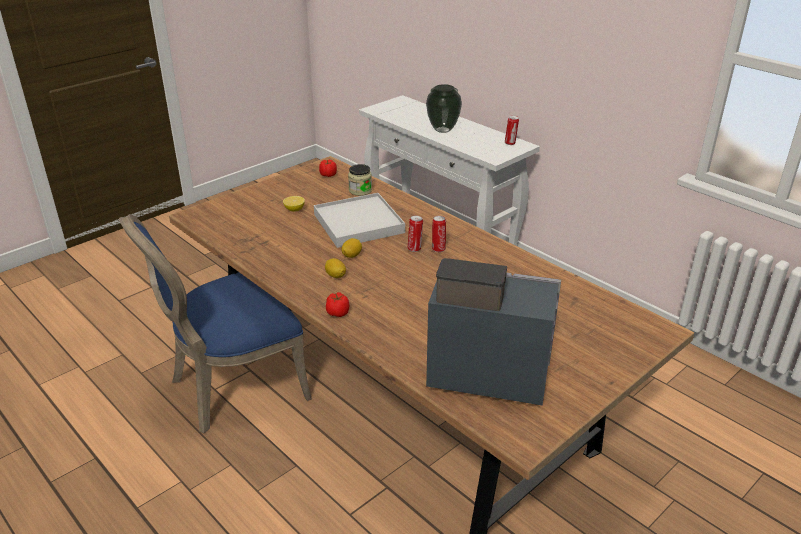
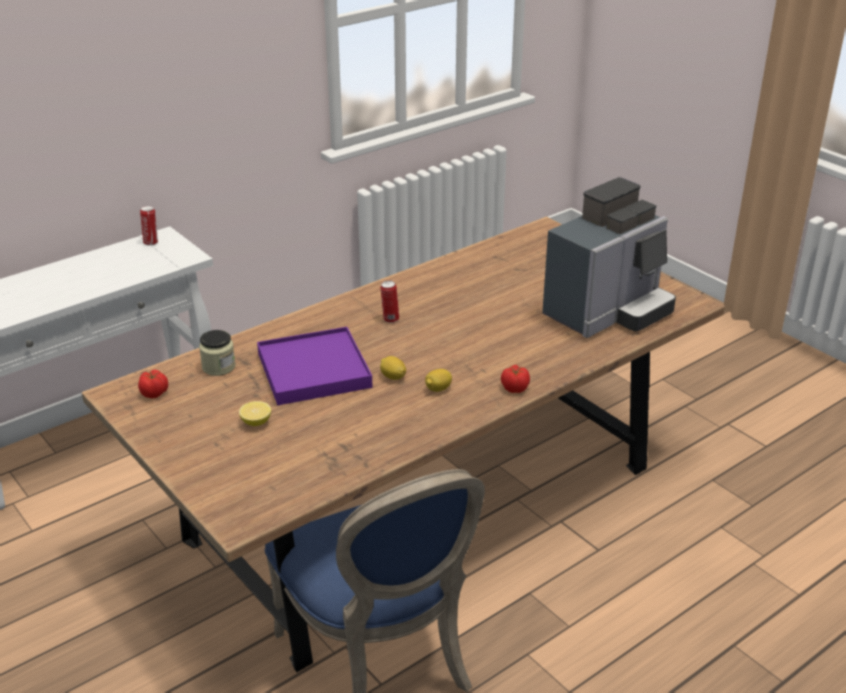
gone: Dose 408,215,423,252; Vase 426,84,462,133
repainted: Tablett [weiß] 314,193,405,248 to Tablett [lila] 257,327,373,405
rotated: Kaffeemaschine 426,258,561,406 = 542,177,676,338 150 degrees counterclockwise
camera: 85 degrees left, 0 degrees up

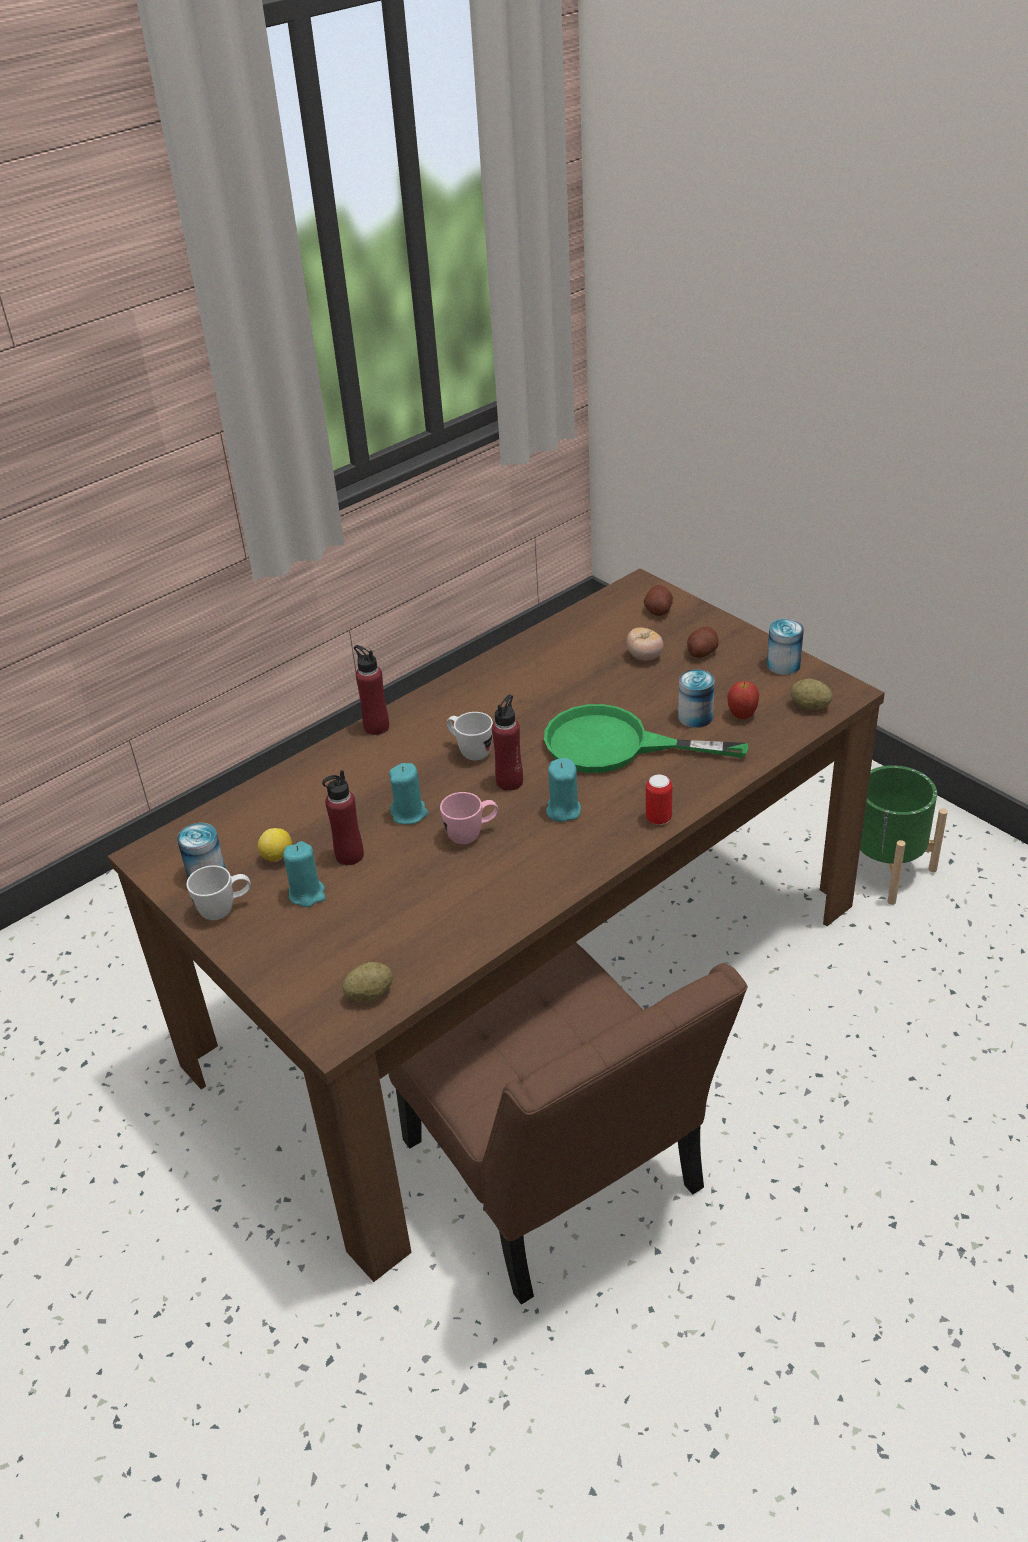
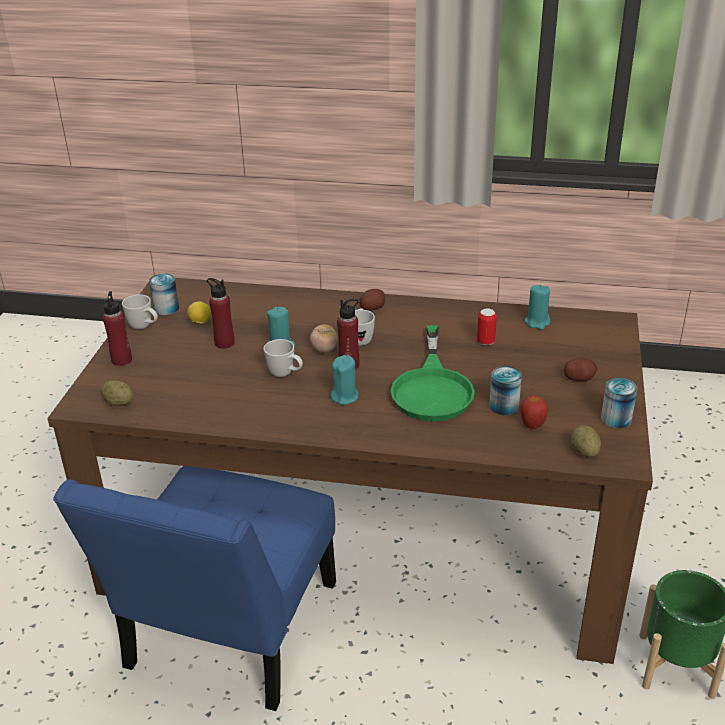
shifted: Kerze [türkis] 283,841,326,907 to 525,285,550,330; Flasche [rot] 354,645,389,735 to 103,291,132,366; Tomate 626,627,664,660 to 310,324,338,353; Kartoffel 644,585,673,616 to 359,289,385,311; Dose 646,775,673,825 to 477,308,497,345
repainted: Stuhl [braun] 388,942,748,1305 to Stuhl [blau] 53,466,336,711; Henkelbecher [rosa] 440,792,498,844 to Henkelbecher [weiß] 264,339,303,377
rotated: Pfanne [grün] 544,704,748,773 = 391,325,475,422 150 degrees counterclockwise
camera: 50 degrees right, 5 degrees down

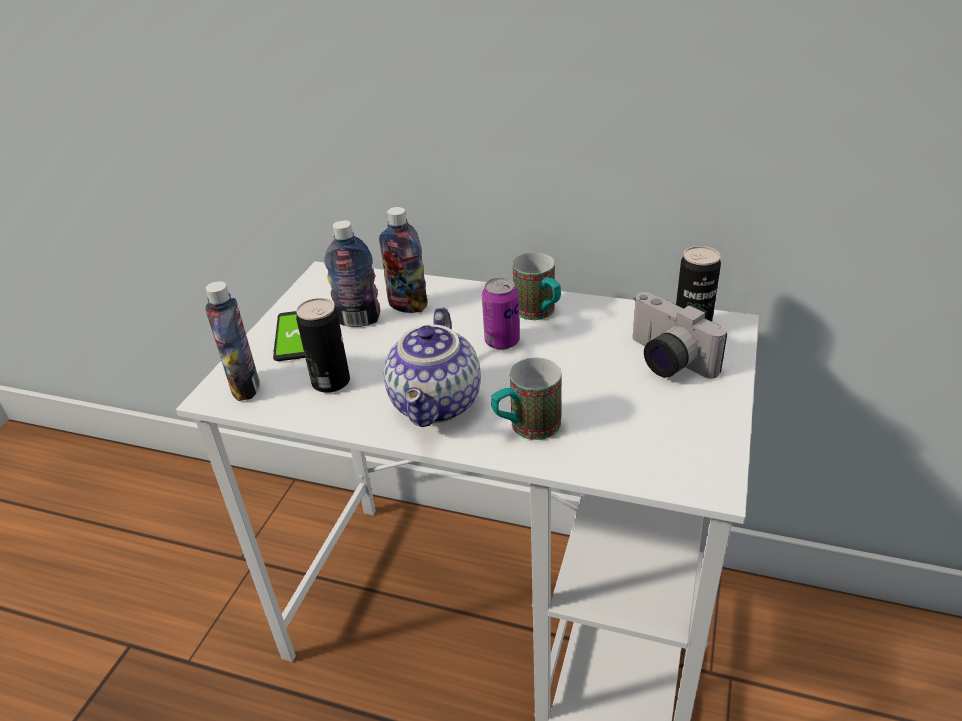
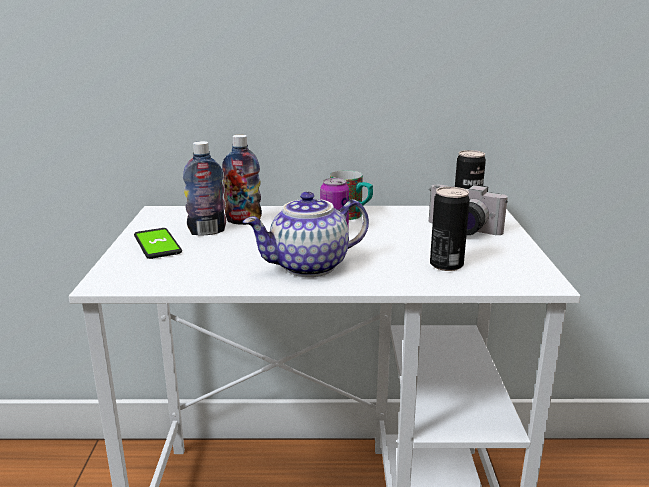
gone: Flasche 205,281,260,401; Henkelbecher 491,358,562,440
shifted: Dose 296,298,350,393 to 430,187,470,271
rotated: Teekanne 384,307,481,427 = 243,192,369,277 75 degrees clockwise
camera: 20 degrees left, 15 degrees down

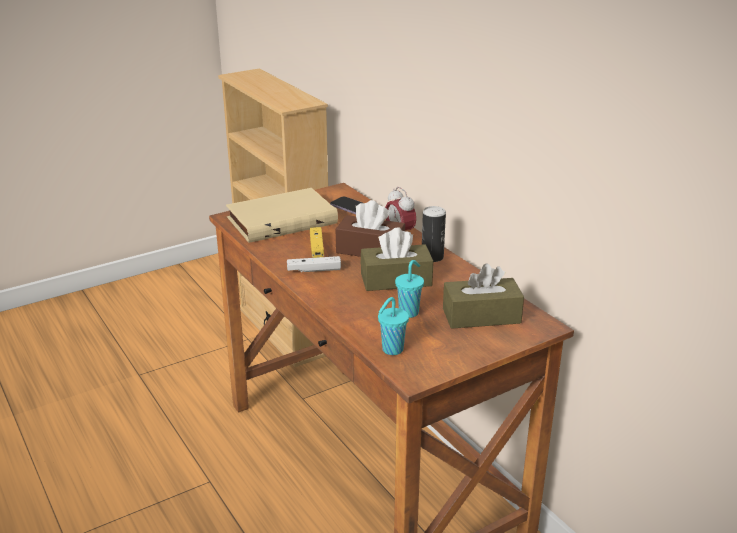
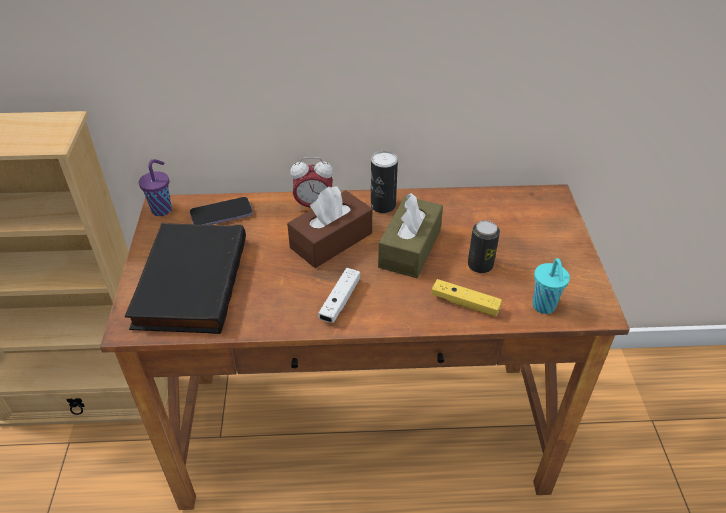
gone: Taschentuchbox [braun] 443,263,524,329
new: Tasse [lila] 139,159,172,216
shifted: Gamepad [gelb] 310,227,324,258 to 431,279,502,317
swapped: Tasse [türkis] 395,260,424,318 to Dose 468,220,500,273
repainted: Buch [beige] 226,188,338,243 to Buch [schwarz] 125,223,246,334
camera: 60 degrees left, 15 degrees up

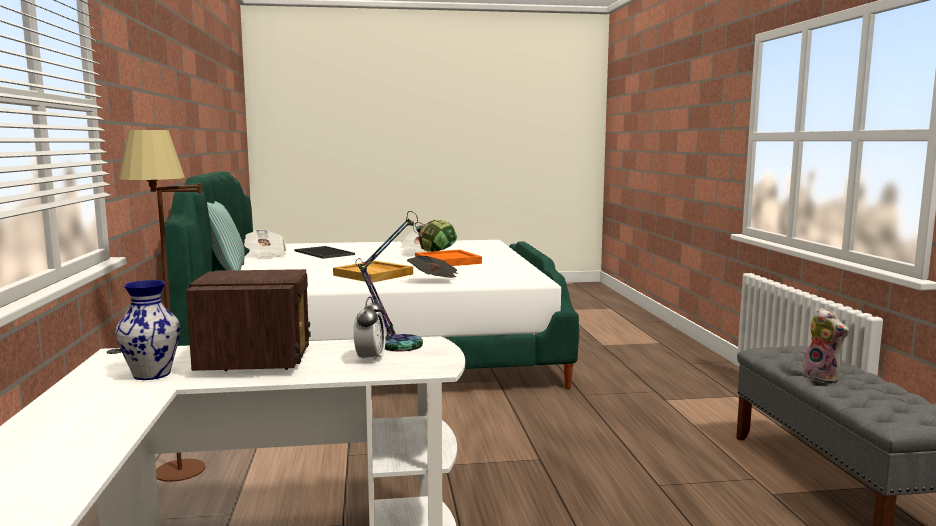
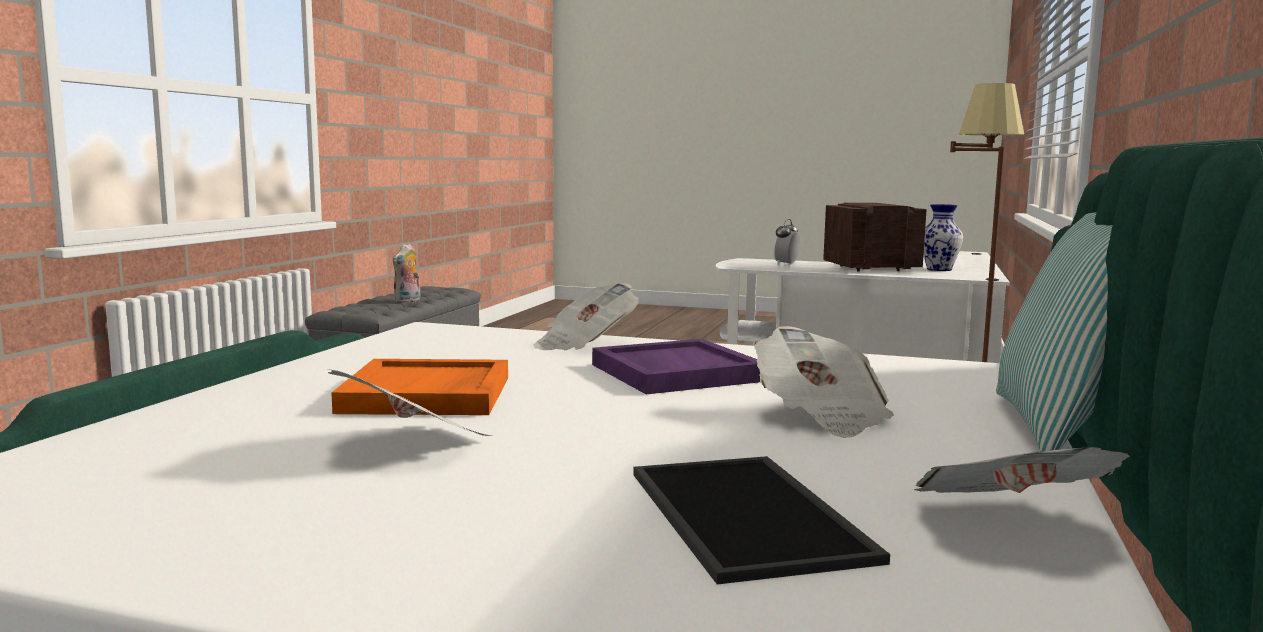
gone: Tischlampe 356,211,457,352
new: Zeitung 754,326,894,438
repainted: Tablett [beige] 333,261,413,283 to Tablett [lila] 592,339,760,394
rotated: Radio 186,269,311,371 = 823,203,927,272 60 degrees clockwise; Plüschtier 802,308,849,383 = 393,243,421,303 150 degrees counterclockwise
camera: 155 degrees left, 0 degrees up

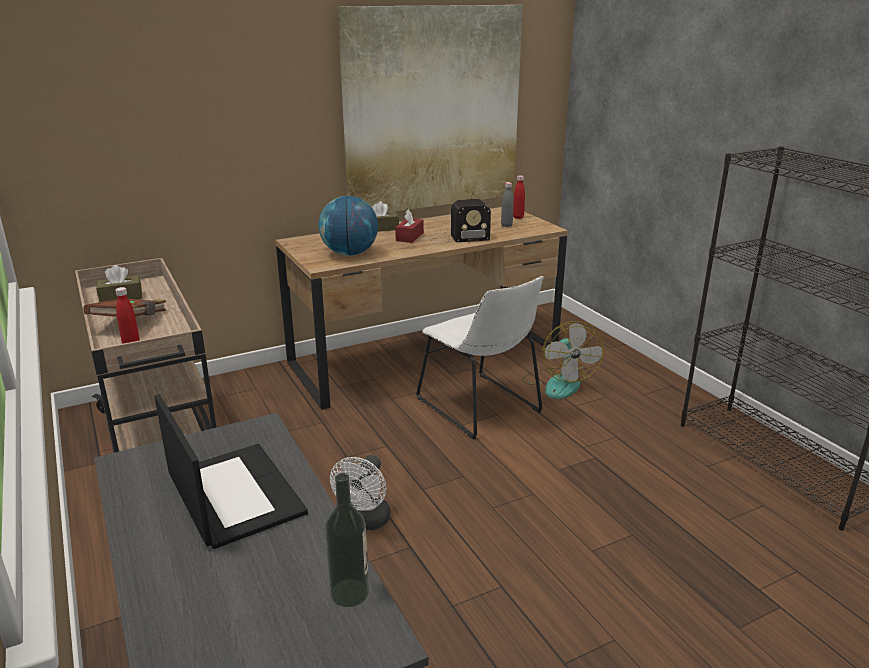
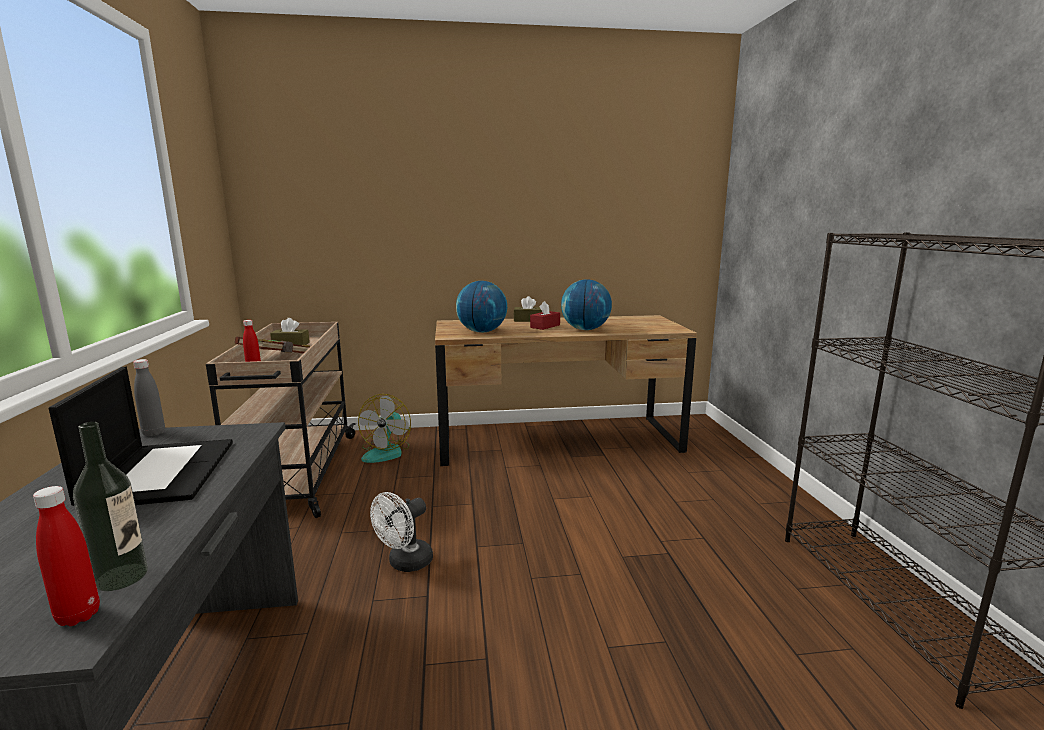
gone: Bild 338,5,523,212; Stuhl [weiß] 416,276,544,440
shifted: Flasche [grau] 501,182,514,227 to 133,359,165,436; Flasche [rot] 513,175,525,219 to 33,486,100,626; Ventilator 522,321,604,399 to 358,394,411,463
swapped: Radio 429,199,491,244 to Globus 561,279,612,330
camera: 20 degrees right, 10 degrees down

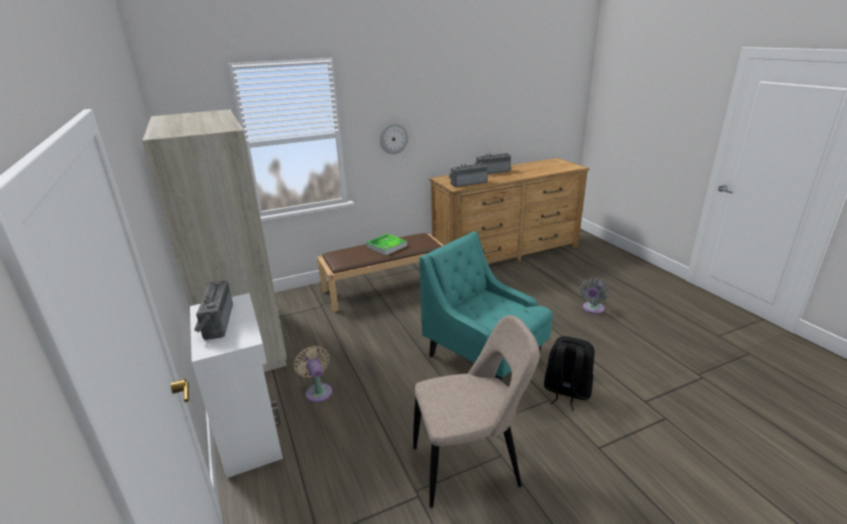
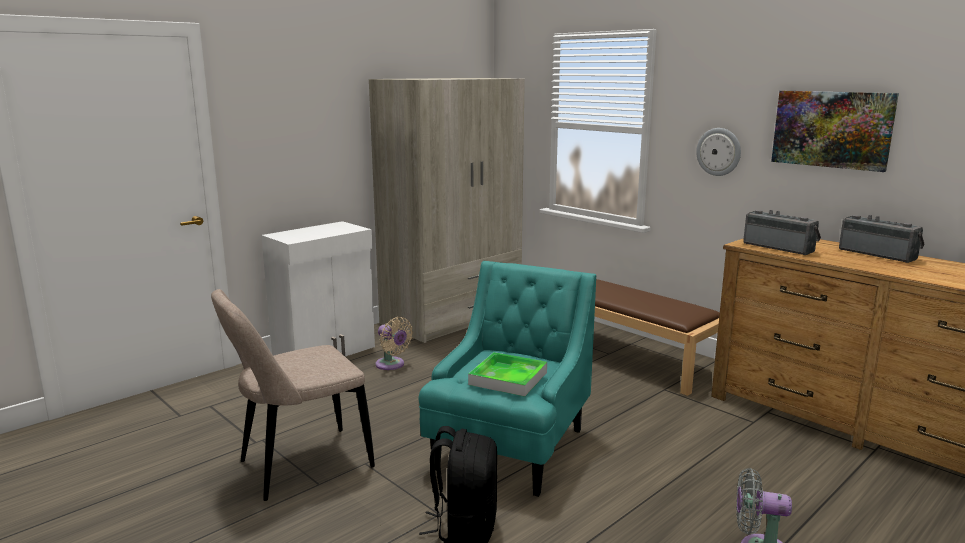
gone: Radio 194,281,233,340
new: Bild 771,91,899,172
shifted: Tablett 366,234,407,255 to 468,352,547,397
rotated: Ventilator [beige] 294,346,332,402 = 375,317,413,370 90 degrees clockwise; Stuhl [beige] 413,315,540,508 = 211,289,375,501 90 degrees clockwise
camera: 70 degrees right, 10 degrees down

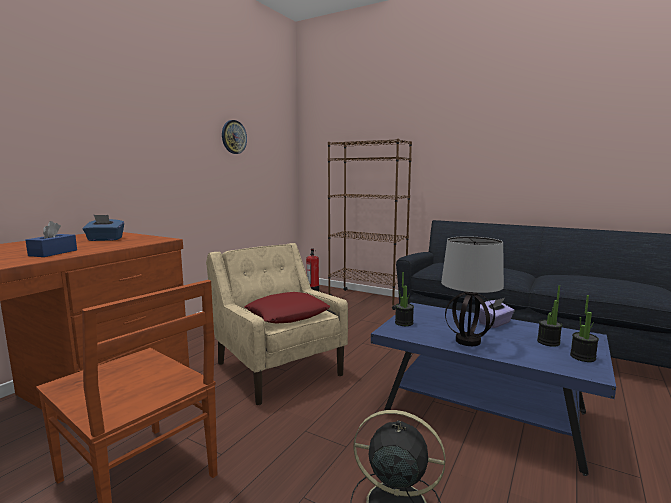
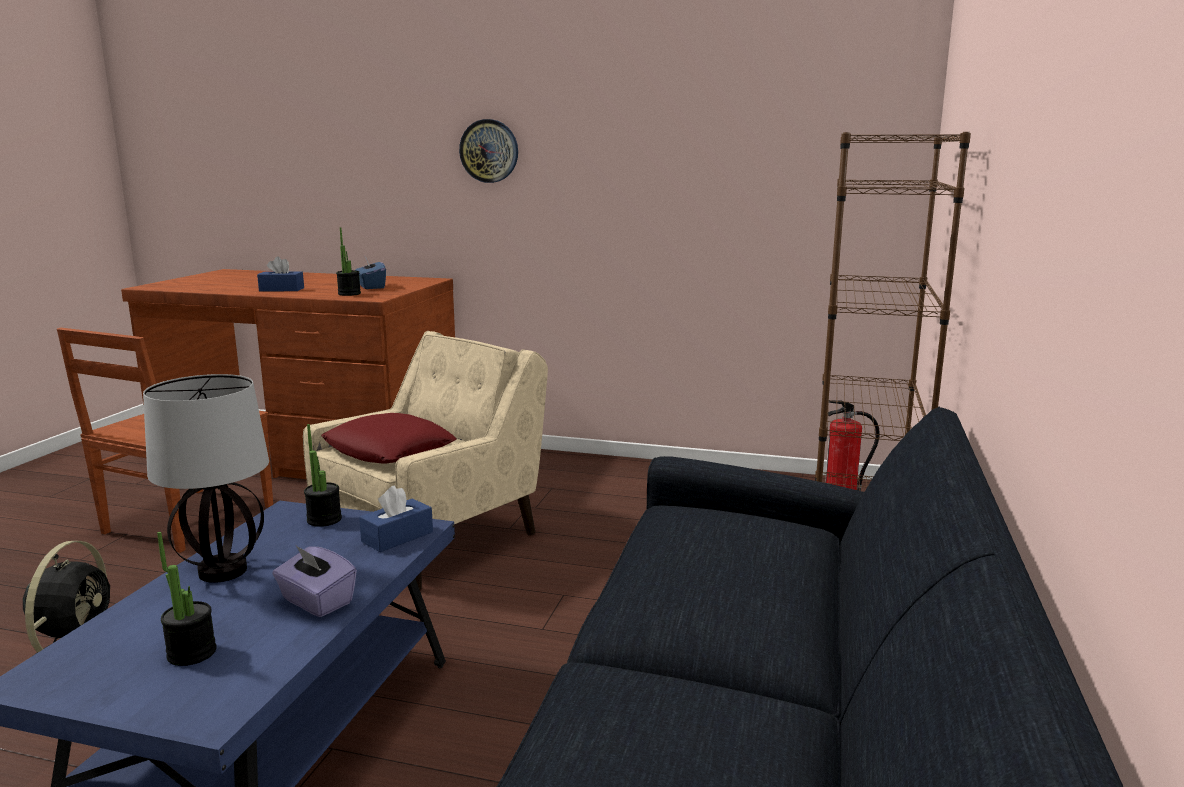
new: Taschentuchbox [blau] 359,485,433,552
shifted: Wanduhr 222,120,247,154 to 459,119,518,183; Topfpflanze 570,295,599,362 to 336,227,361,296
camera: 75 degrees right, 5 degrees up

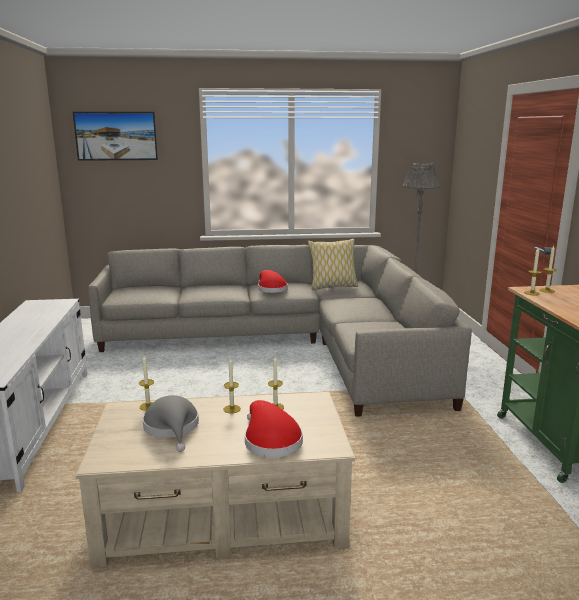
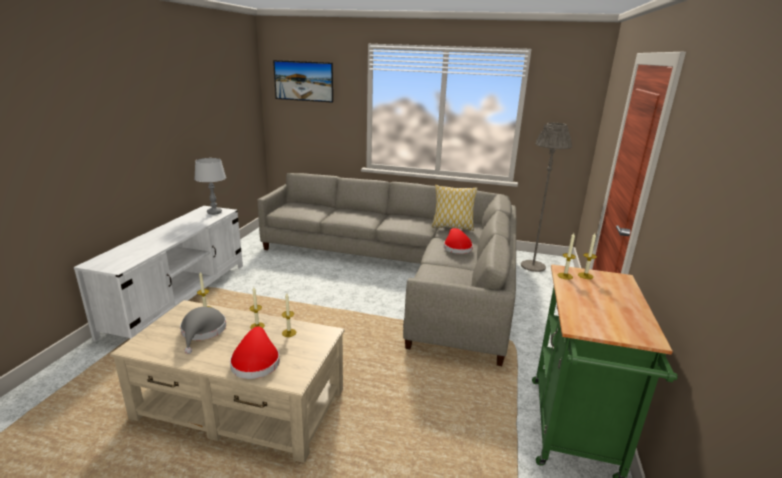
new: Tischlampe [grau] 194,158,226,215
shifted: Hut [rot] 258,270,288,293 to 444,228,473,254
camera: 20 degrees right, 5 degrees up

